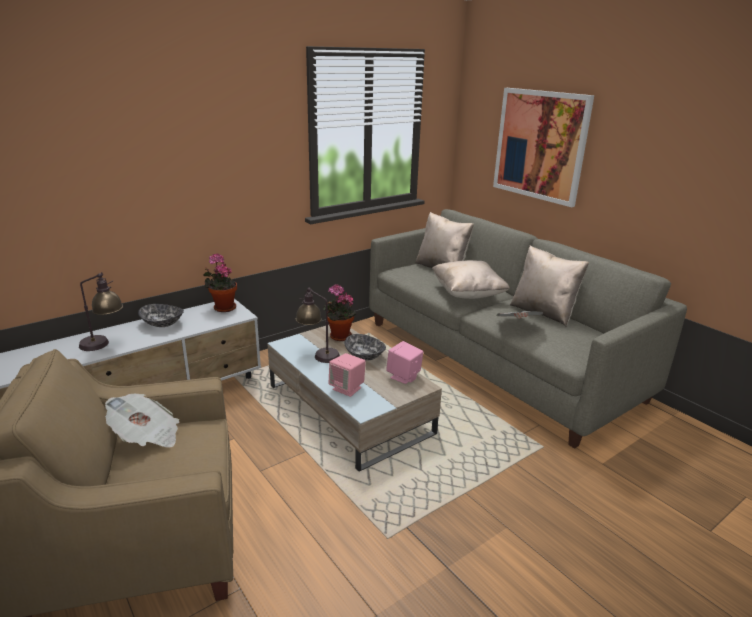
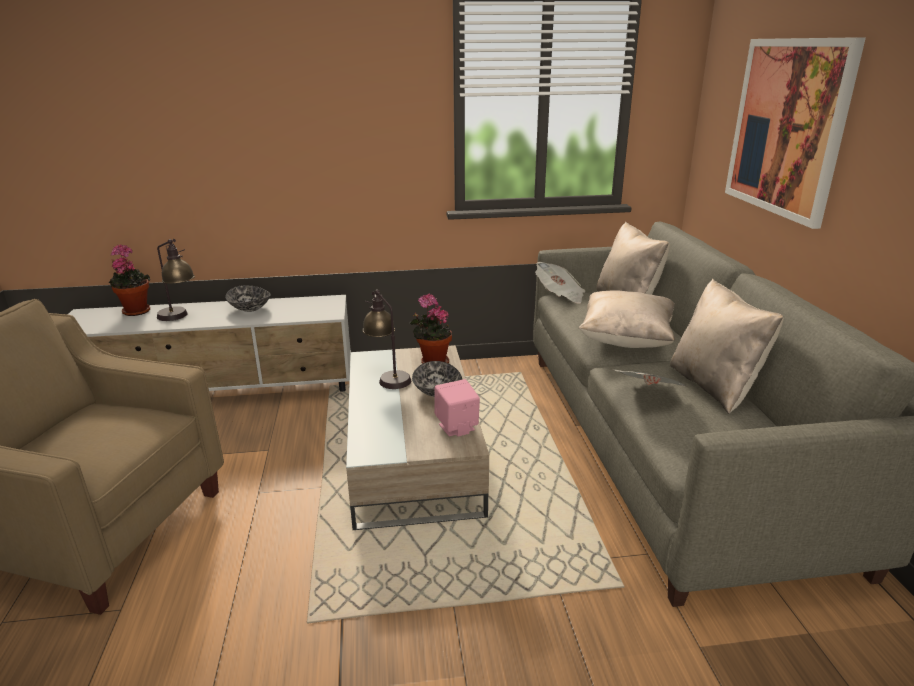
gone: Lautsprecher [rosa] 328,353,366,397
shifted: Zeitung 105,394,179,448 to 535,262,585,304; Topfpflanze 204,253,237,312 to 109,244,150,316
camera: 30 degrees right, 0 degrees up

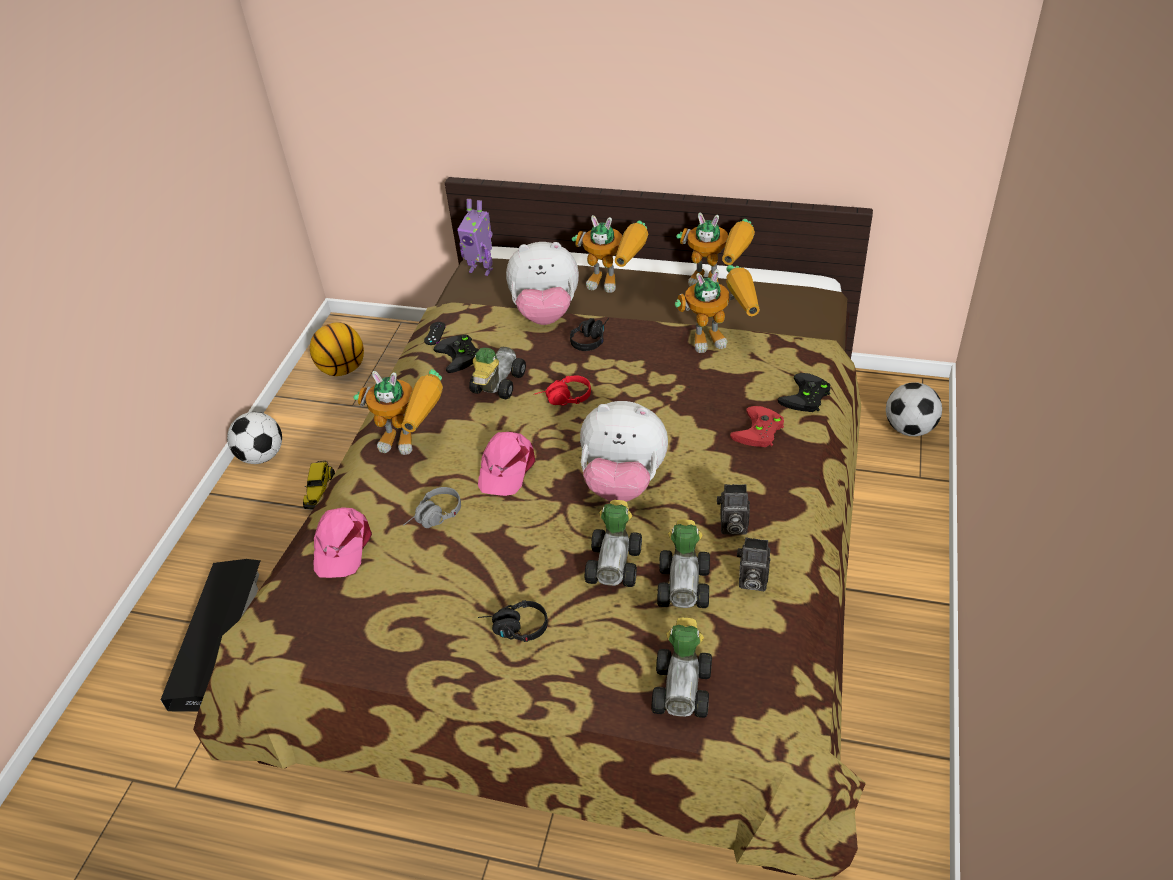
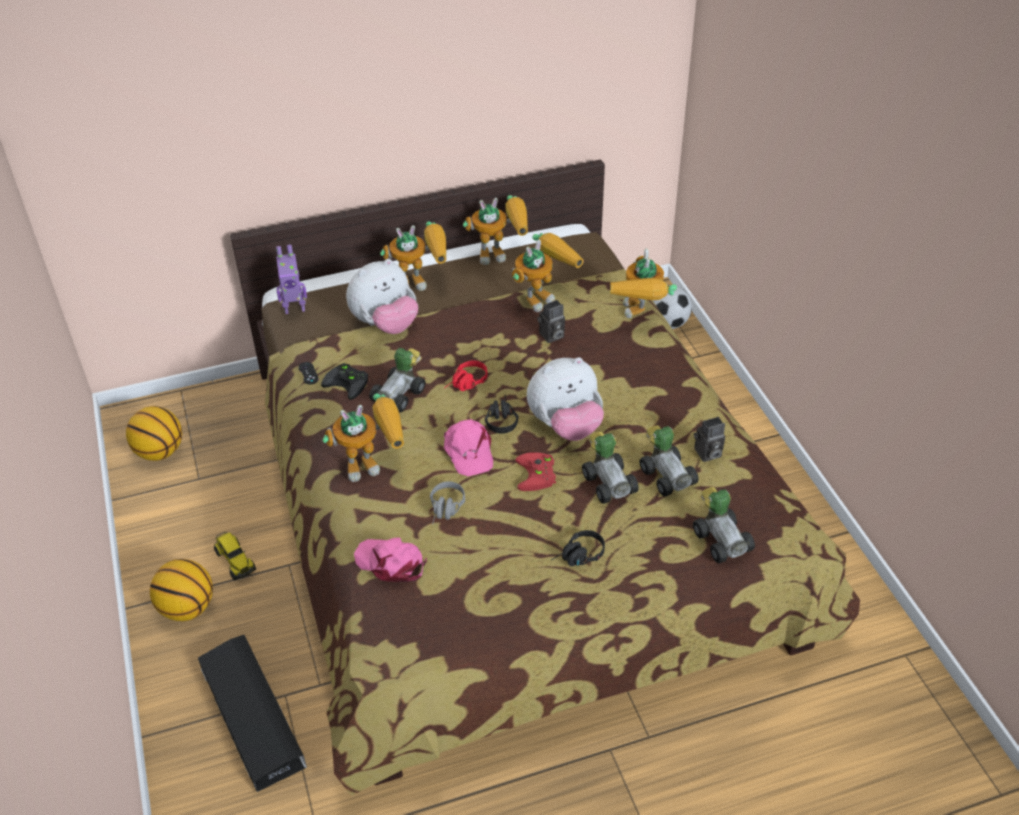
gone: Fußball 227,412,282,464
new: Basketball 150,559,213,621
shifted: Kopfhörer [schwarz] 570,318,609,351 to 485,396,518,434; Kamera 717,484,750,535 to 537,300,565,343; Gamepad [rot] 730,406,784,447 to 515,452,556,491
swapped: Gamepad [schwarz] 778,373,831,412 to Spielzeugroboter 610,249,677,318
rotated: Kappe [rosa] 313,507,372,578 = 354,537,427,582 150 degrees clockwise; Spielzeugauto 469,347,526,399 = 369,348,425,412 135 degrees counterclockwise
camera: 35 degrees left, 0 degrees up

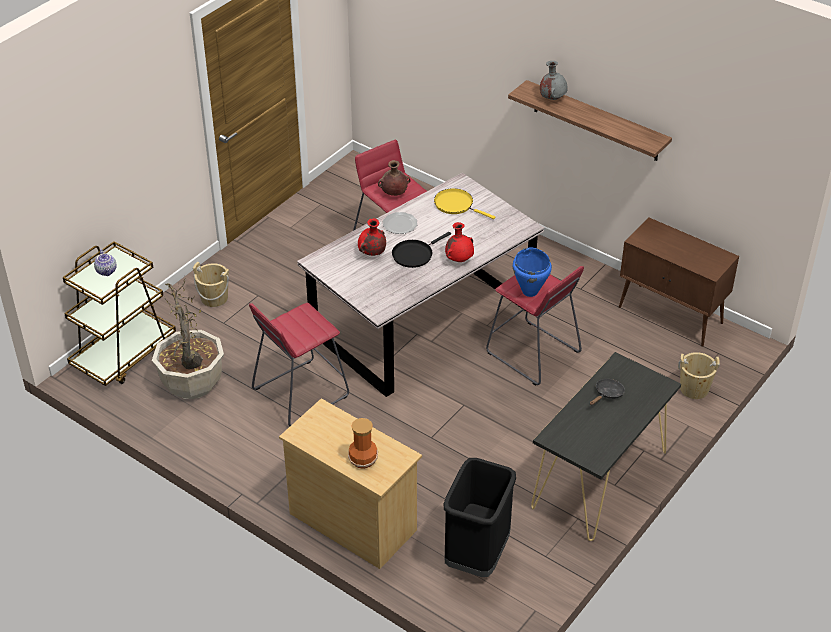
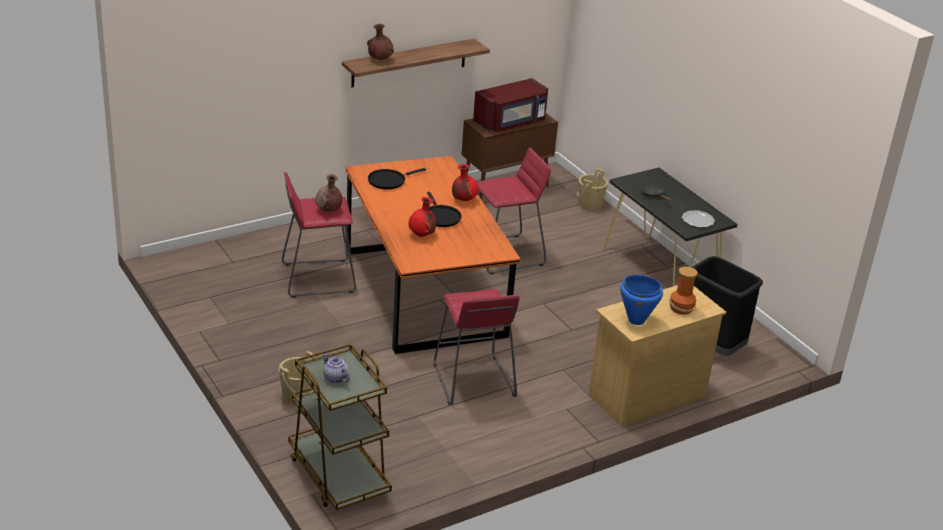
gone: Topfpflanze 152,275,224,399
new: Mikrowelle [rot] 473,78,548,132
shifted: Teller 383,212,417,234 to 682,210,715,227; Kochtopf [blau] 513,248,552,297 to 620,275,663,325
repainted: Esstisch [grau] 297,173,544,397 to Esstisch [orange] 345,156,520,354; Pfanne [gelb] 434,188,495,219 to Pfanne [schwarz] 368,168,426,189; Vase [grau] 540,61,568,100 to Vase [braun] 367,24,394,60
rotated: Teekanne 94,249,117,276 = 322,354,350,383 135 degrees counterclockwise
camera: 70 degrees left, 10 degrees down

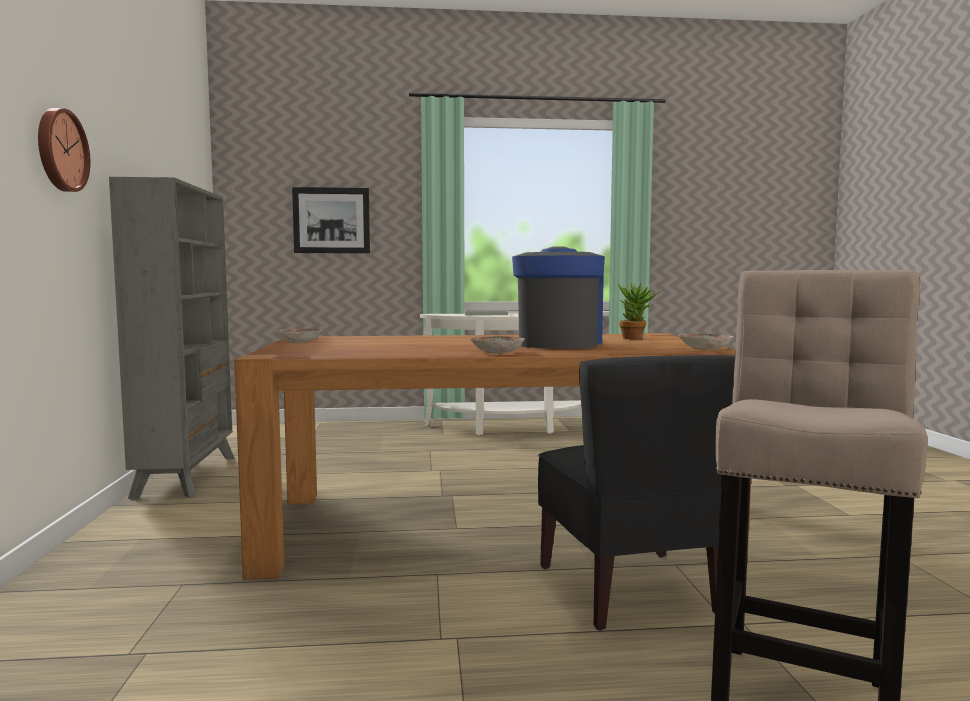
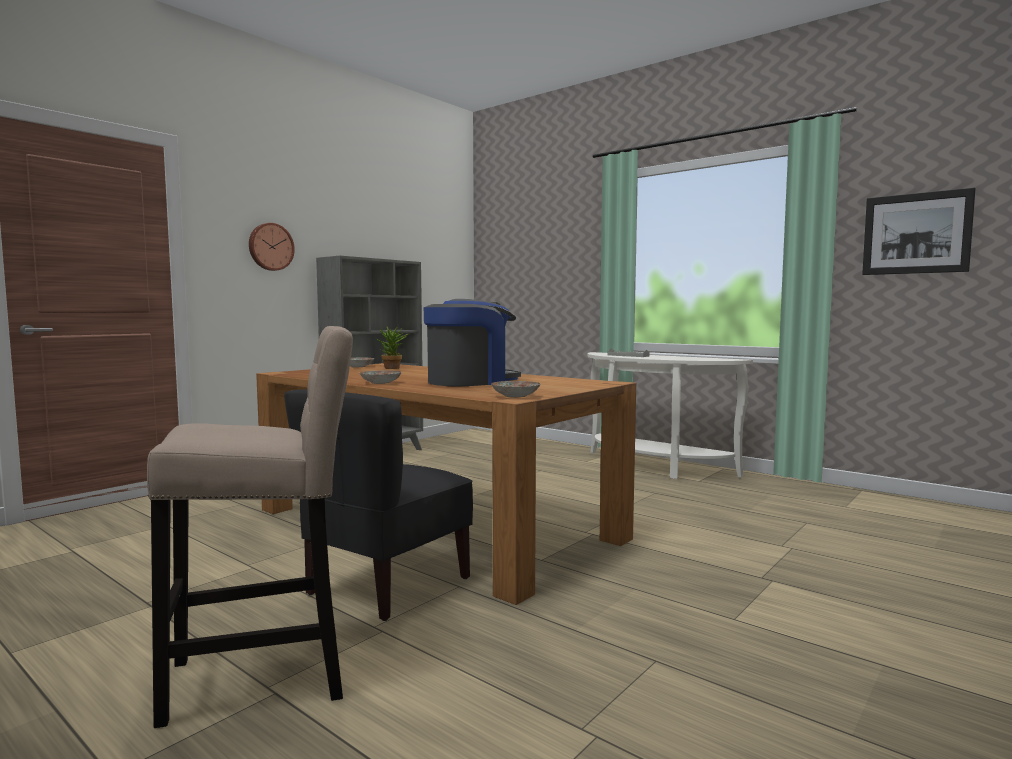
shifted: Bild 292,187,370,253 to 862,188,976,275; Topfpflanze 618,282,662,339 to 377,326,409,369
camera: 45 degrees right, 0 degrees up

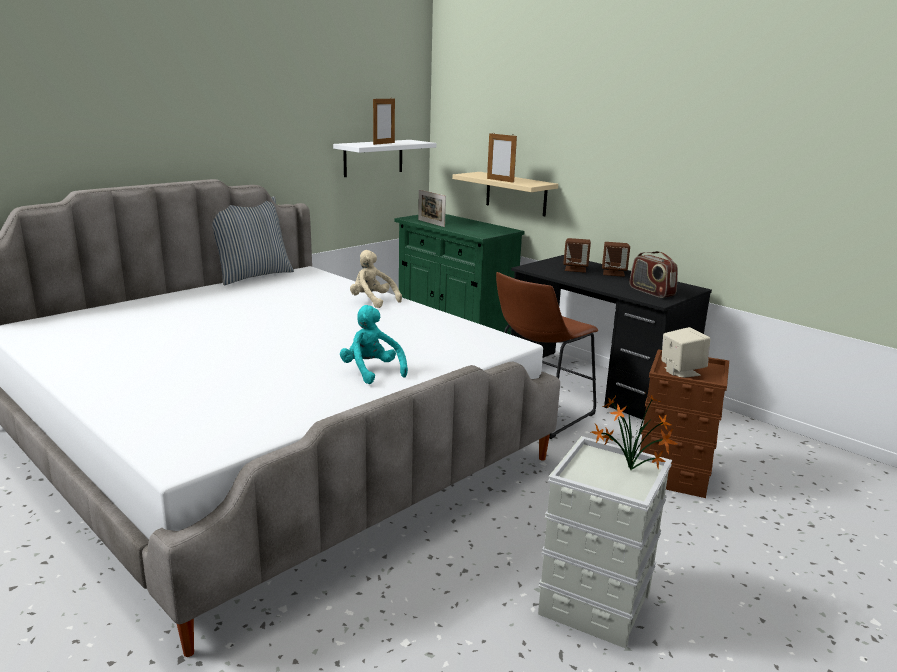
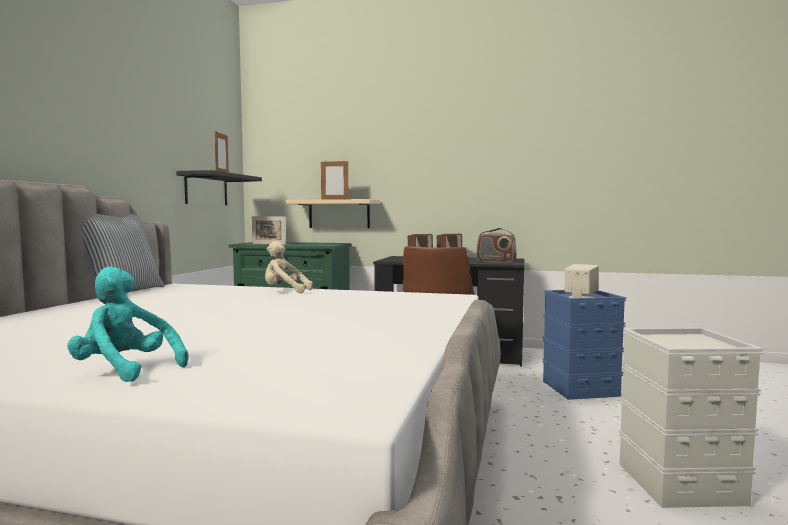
gone: Topfpflanze 591,394,677,470
shifted: Plüschtier [türkis] 340,305,408,384 to 67,267,188,382
repainted: Wandregal [weiß] 333,140,437,177 to Wandregal [schwarz] 176,170,262,205; Aufbewahrungsbox [braun] 640,349,729,498 to Aufbewahrungsbox [blau] 542,290,626,400
camera: 30 degrees left, 15 degrees down

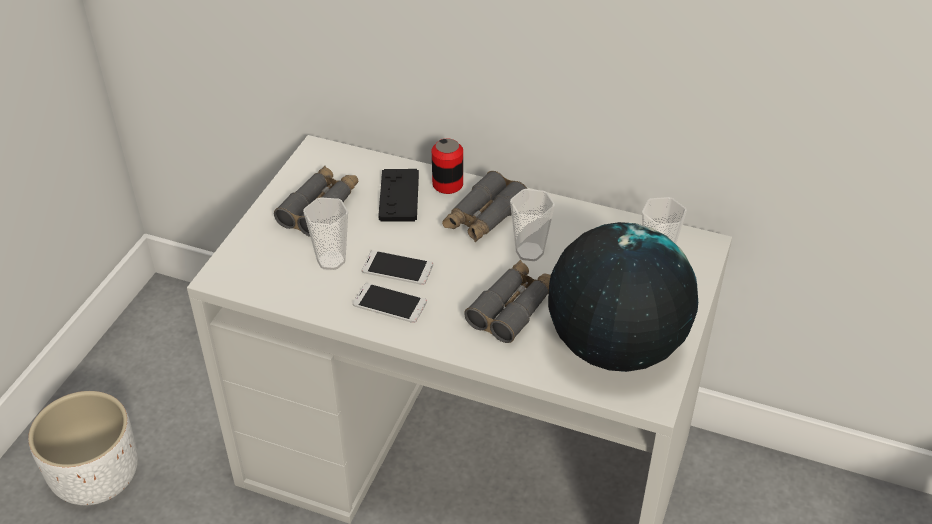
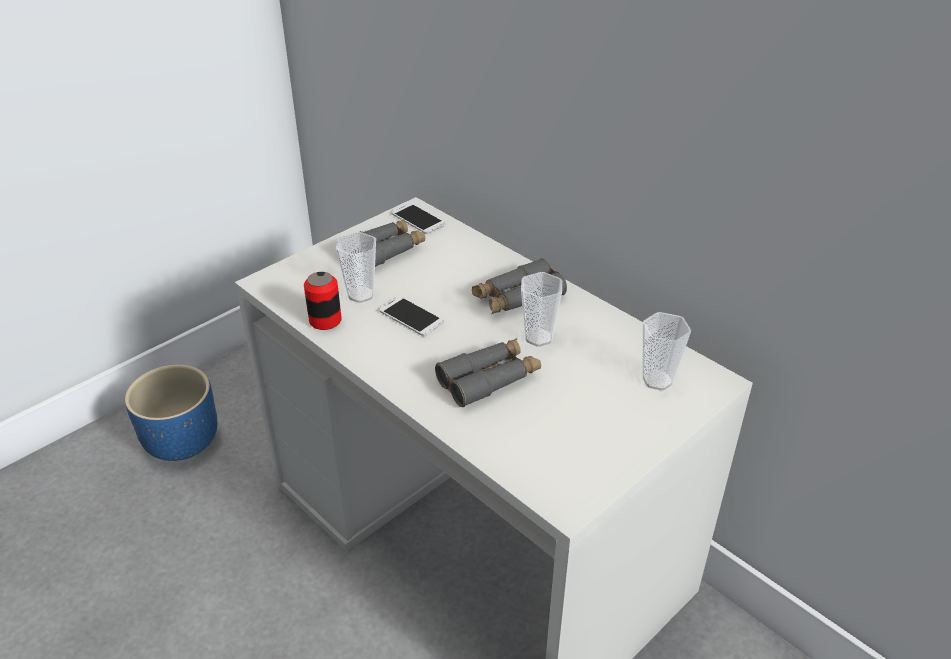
gone: Gamepad [schwarz] 378,169,419,221; Globus 548,222,698,372
shifted: Handy 353,283,427,323 to 391,203,445,234; Dose 432,138,463,194 to 304,272,342,330
repainted: Pflanzkübel [weiß] 28,391,138,505 to Pflanzkübel [blau] 125,365,218,461
camera: 25 degrees right, 5 degrees down

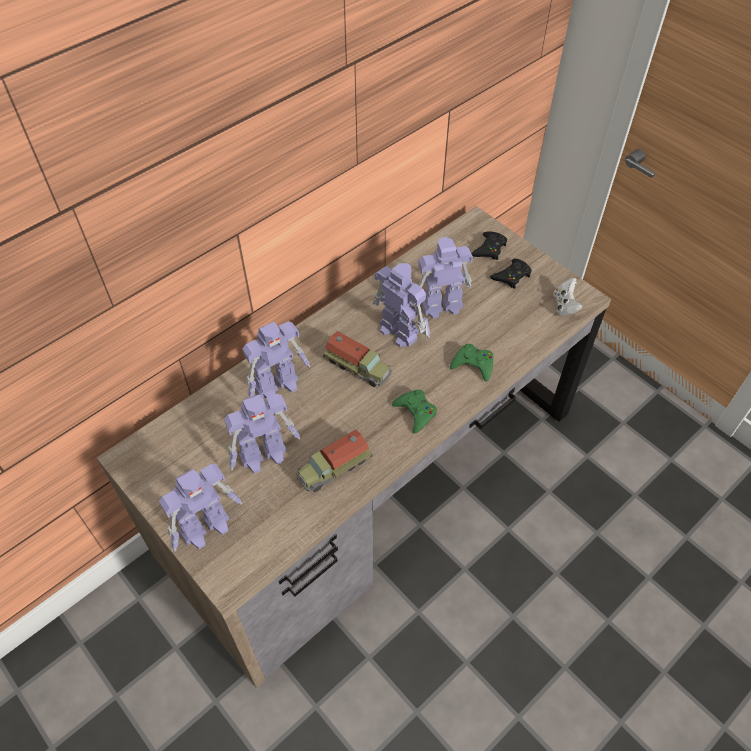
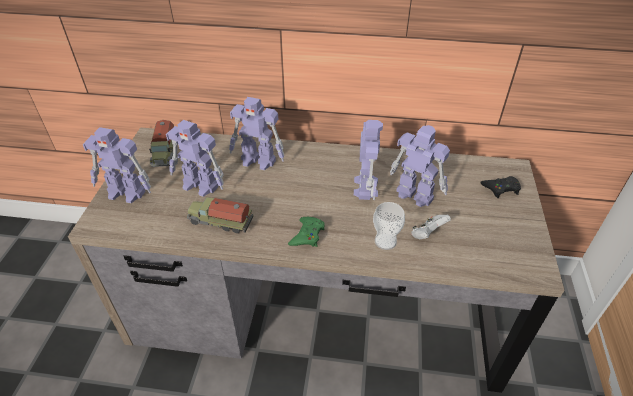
gone: Gamepad [schwarz] 490,259,532,289
shifted: Spielzeuglaster 323,331,392,387 to 149,120,174,167; Gamepad [weiß] 553,278,583,316 to 411,215,451,239
swapped: Gamepad [grün] 450,344,493,382 to Tasse 373,202,405,250
camera: 50 degrees right, 10 degrees down

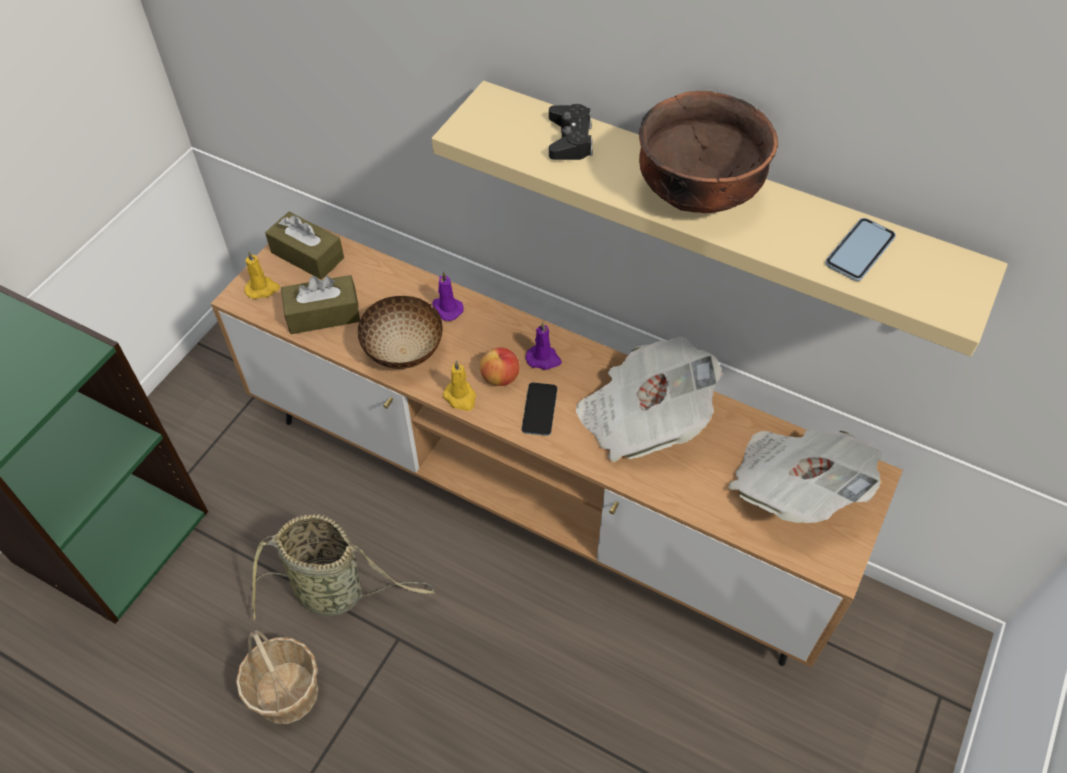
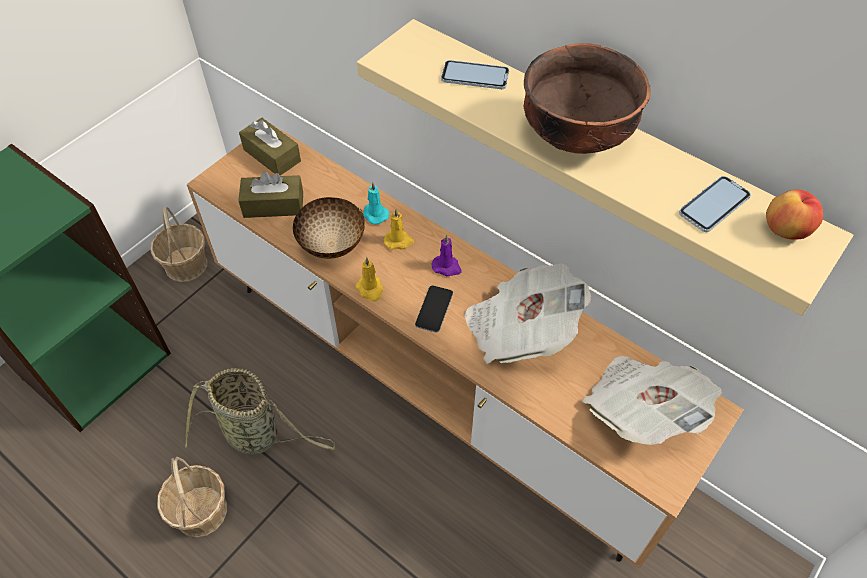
new: Korb 150,207,208,282
shifted: Kerze [gelb] 245,251,280,299 to 384,209,414,250; Apfel 480,348,519,386 to 766,190,823,239
swapped: Gamepad [schwarz] 549,104,593,160 to Handy 441,60,509,89
repainted: Kerze [lila] 432,271,464,321 to Kerze [türkis] 363,182,389,224
camera: 10 degrees right, 0 degrees up

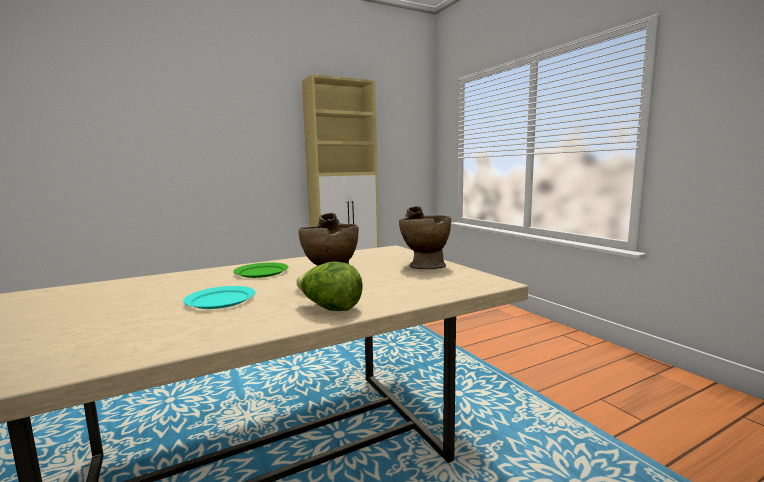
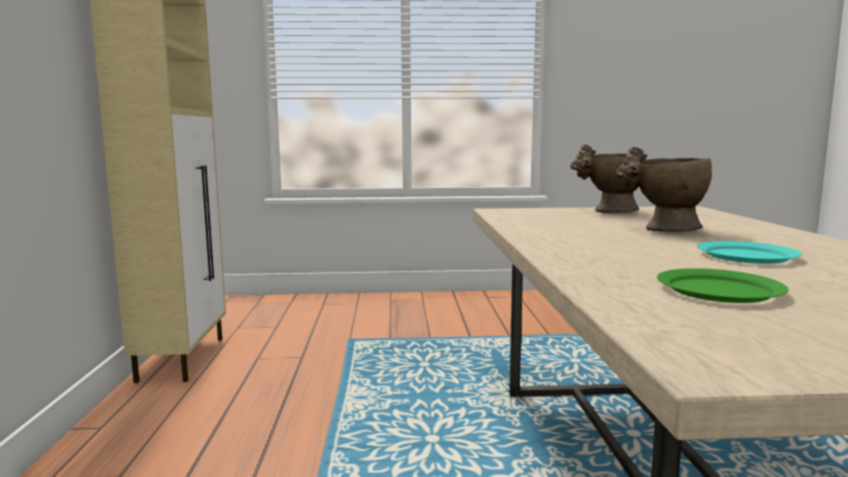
gone: Salatkopf 296,261,363,311
shifted: Teller [grün] 233,263,288,278 to 657,268,789,303
camera: 65 degrees left, 0 degrees up

